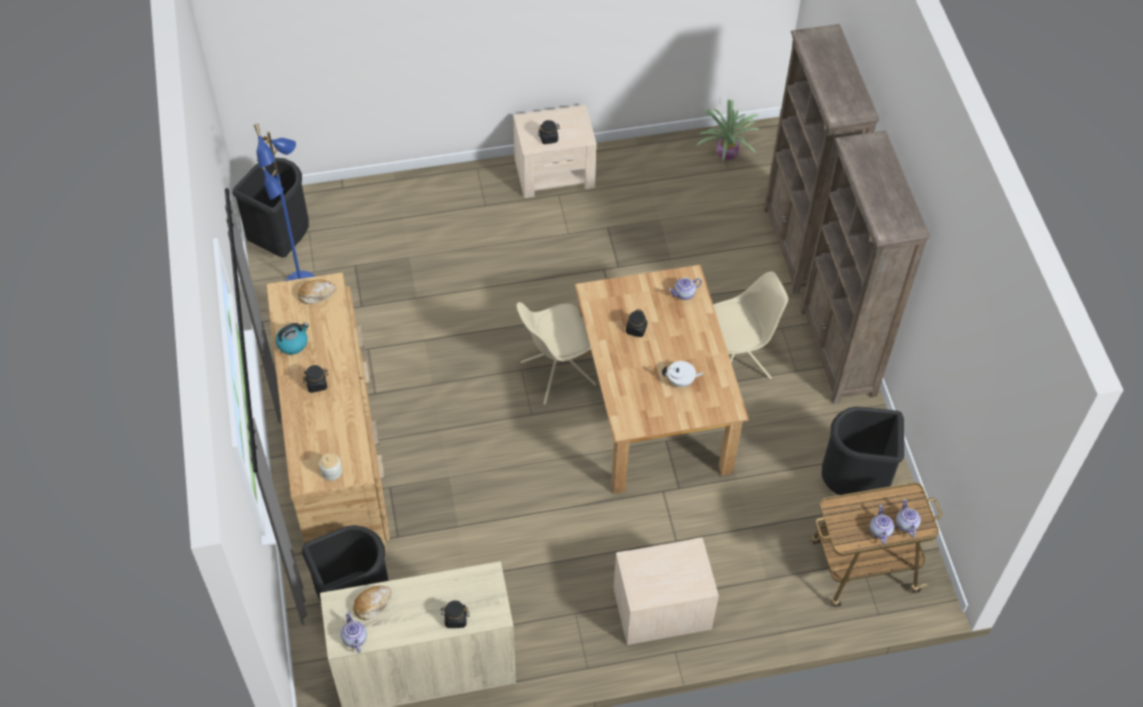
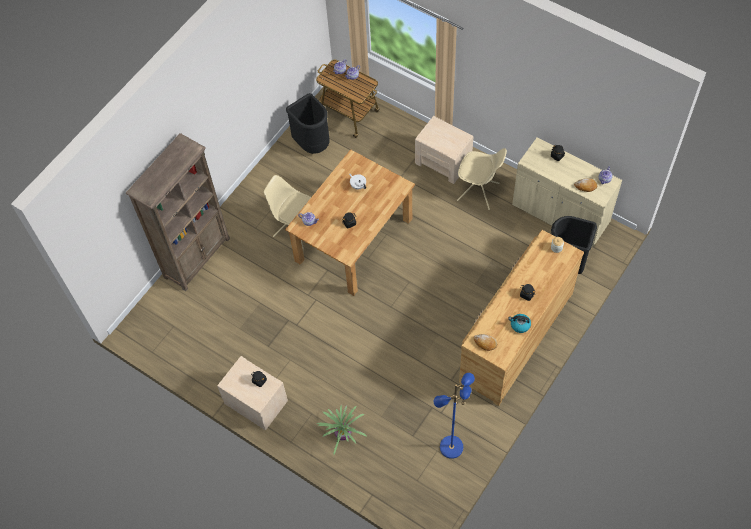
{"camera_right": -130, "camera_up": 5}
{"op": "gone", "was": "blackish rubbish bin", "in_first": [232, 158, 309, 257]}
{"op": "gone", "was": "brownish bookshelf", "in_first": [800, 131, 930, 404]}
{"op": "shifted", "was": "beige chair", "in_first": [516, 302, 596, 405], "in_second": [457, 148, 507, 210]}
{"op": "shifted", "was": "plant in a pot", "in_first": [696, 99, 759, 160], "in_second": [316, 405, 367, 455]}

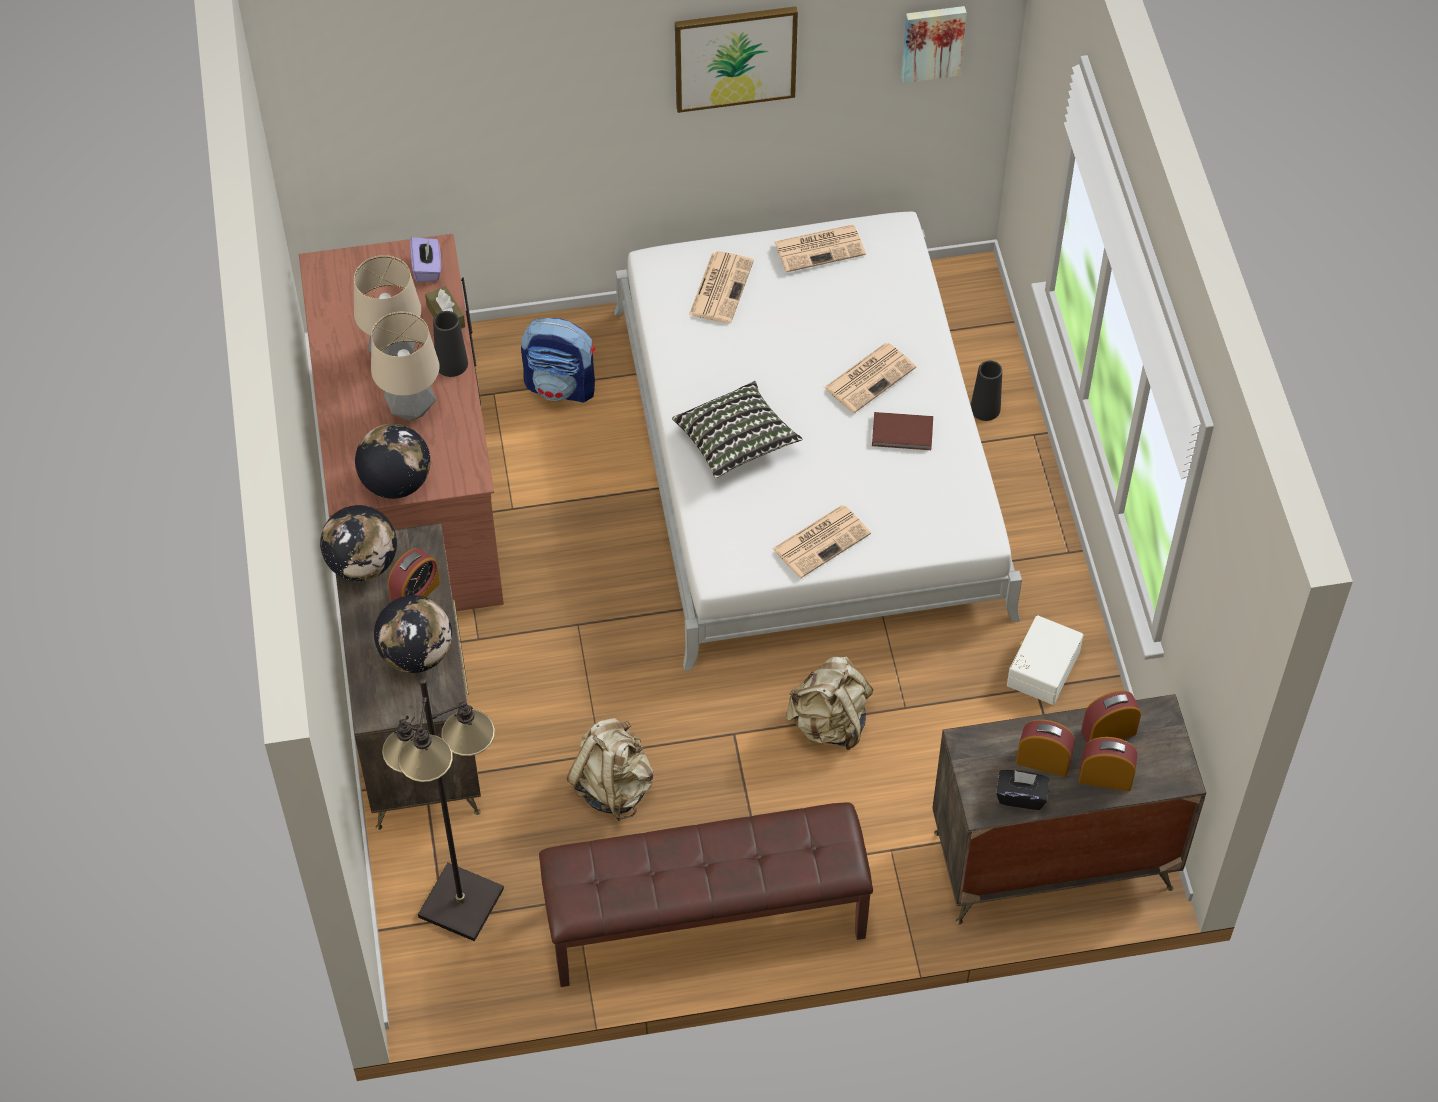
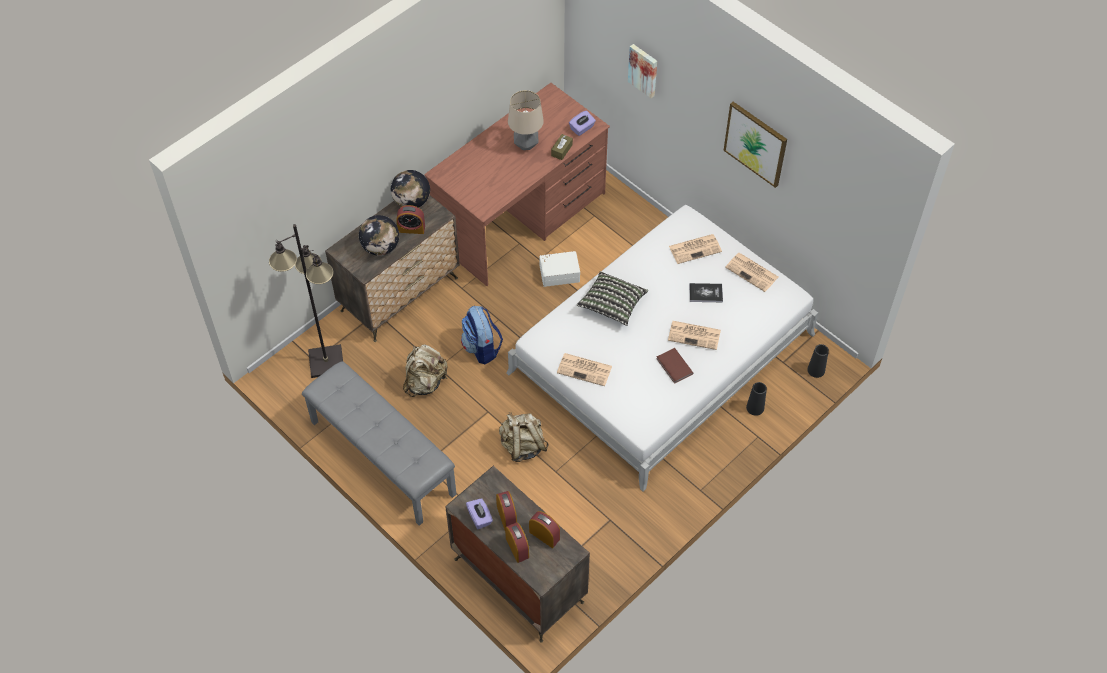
{"camera_right": 55, "camera_up": 0}
{"op": "gone", "was": "desk globe", "in_first": [355, 424, 430, 499]}
{"op": "gone", "was": "lamp for a table", "in_first": [371, 312, 440, 421]}
{"op": "new", "now": "book", "in_second": [689, 283, 723, 302]}
{"op": "shifted", "was": "blackish decorative vase", "in_first": [433, 311, 468, 377], "in_second": [807, 344, 829, 378]}
{"op": "shifted", "was": "knapsack", "in_first": [521, 318, 595, 403], "in_second": [461, 306, 503, 364]}
{"op": "shifted", "was": "wall art", "in_first": [901, 6, 966, 83], "in_second": [628, 44, 657, 98]}
{"op": "shifted", "was": "white storage box", "in_first": [1007, 615, 1083, 705], "in_second": [539, 251, 580, 287]}
{"op": "repainted", "was": "brownish indoor bench", "now": "grey indoor bench", "in_first": [539, 802, 873, 987], "in_second": [302, 361, 456, 526]}
{"op": "repainted", "was": "blackish tissue holder", "now": "purple-coloured tissue holder", "in_first": [996, 770, 1049, 810], "in_second": [466, 498, 493, 529]}

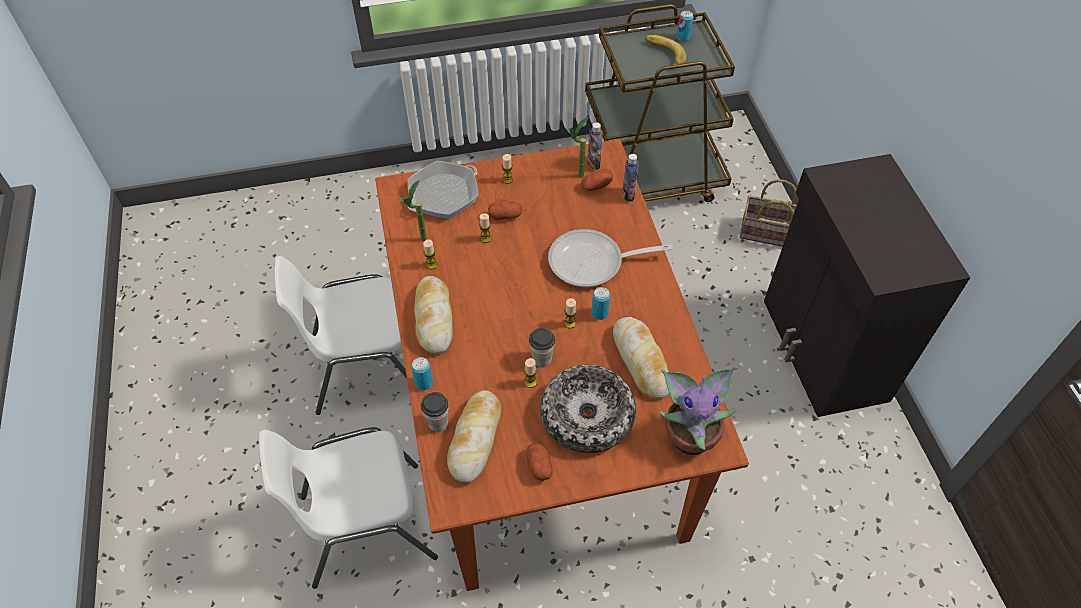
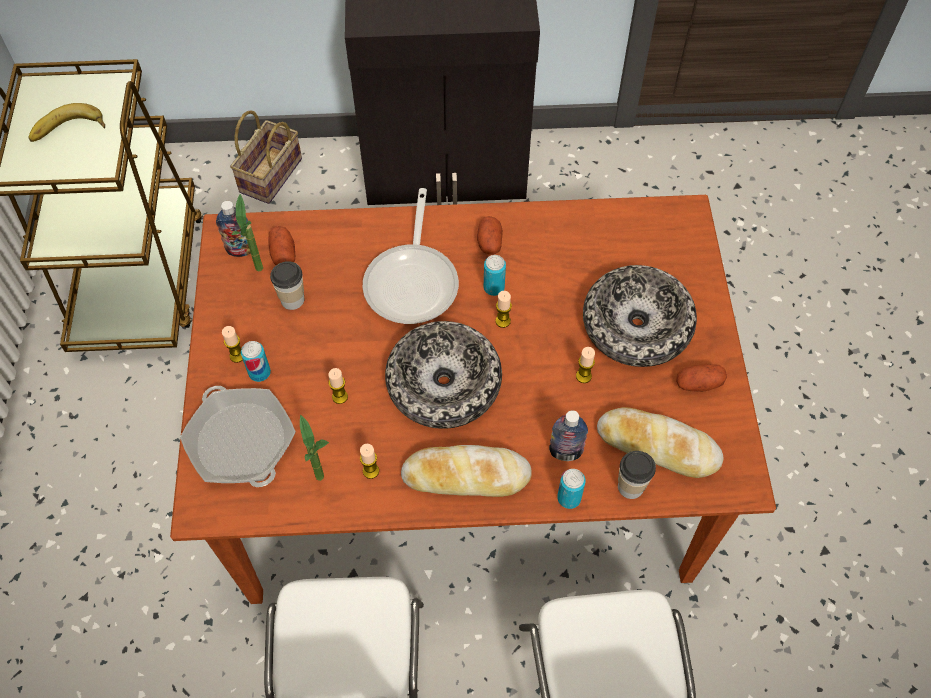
{"camera_right": -80, "camera_up": 5}
{"op": "gone", "was": "bakery bread", "in_first": [613, 317, 669, 398]}
{"op": "gone", "was": "plant in a pot", "in_first": [660, 366, 738, 455]}
{"op": "new", "now": "bowl", "in_second": [385, 321, 502, 429]}
{"op": "shifted", "was": "potato", "in_first": [488, 200, 522, 220], "in_second": [477, 216, 503, 255]}
{"op": "shifted", "was": "cup", "in_first": [529, 328, 555, 367], "in_second": [270, 261, 304, 310]}
{"op": "shifted", "was": "bottle", "in_first": [622, 154, 639, 202], "in_second": [549, 410, 588, 461]}
{"op": "shifted", "was": "sealed can", "in_first": [677, 10, 693, 41], "in_second": [241, 341, 271, 382]}

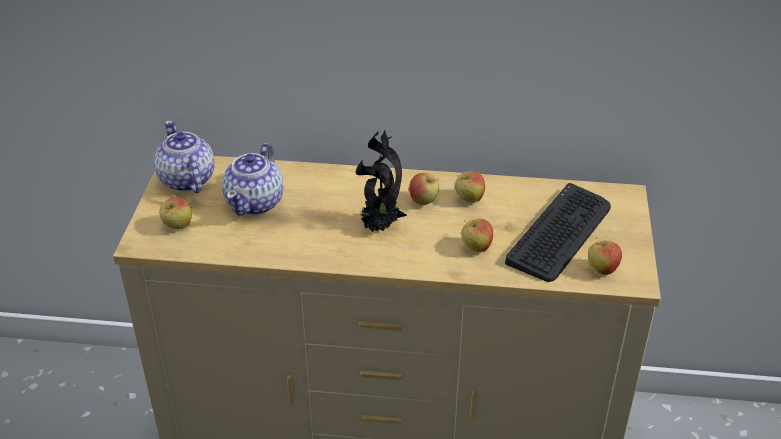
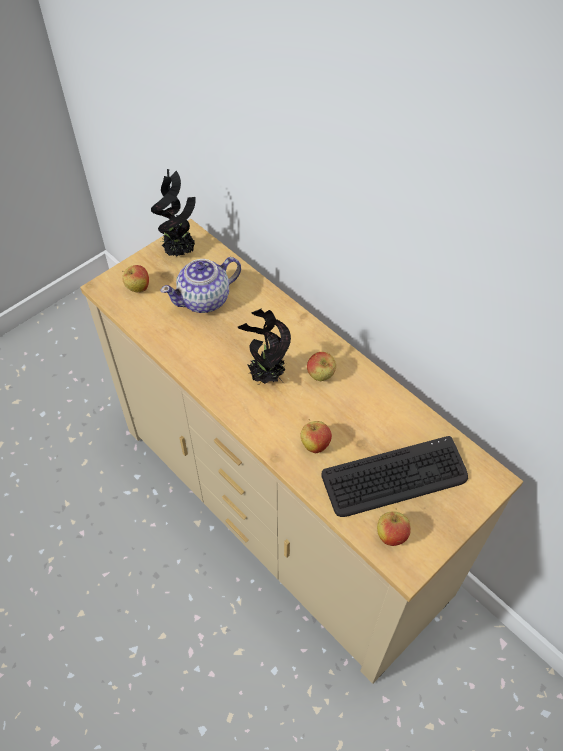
{"camera_right": 40, "camera_up": 15}
{"op": "gone", "was": "apple fruit", "in_first": [455, 171, 485, 203]}
{"op": "swapped", "was": "pot for tea", "now": "plant in a pot", "in_first": [154, 120, 215, 193], "in_second": [151, 169, 196, 256]}

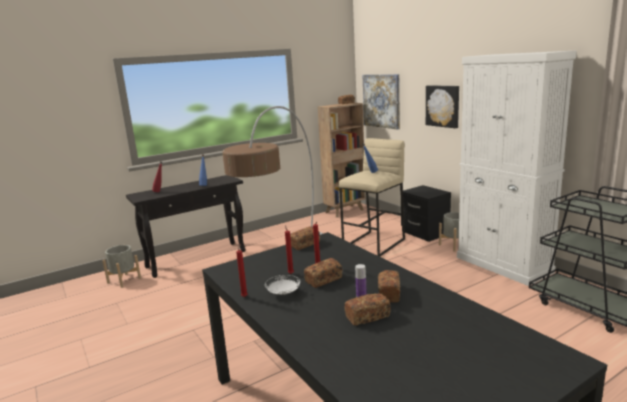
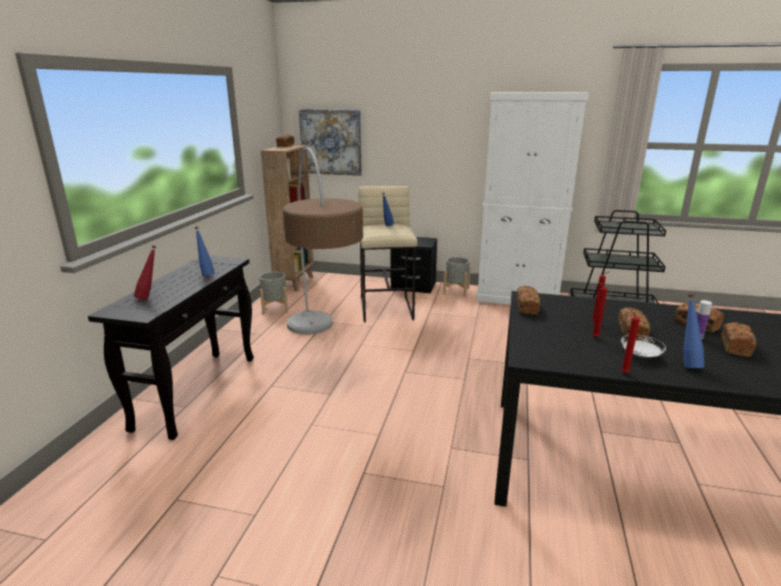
{"camera_right": -45, "camera_up": 5}
{"op": "gone", "was": "wall art", "in_first": [426, 85, 459, 128]}
{"op": "new", "now": "bluish bottle", "in_second": [683, 294, 704, 368]}
{"op": "shifted", "was": "grey plant pot", "in_first": [102, 245, 141, 288], "in_second": [259, 272, 288, 315]}

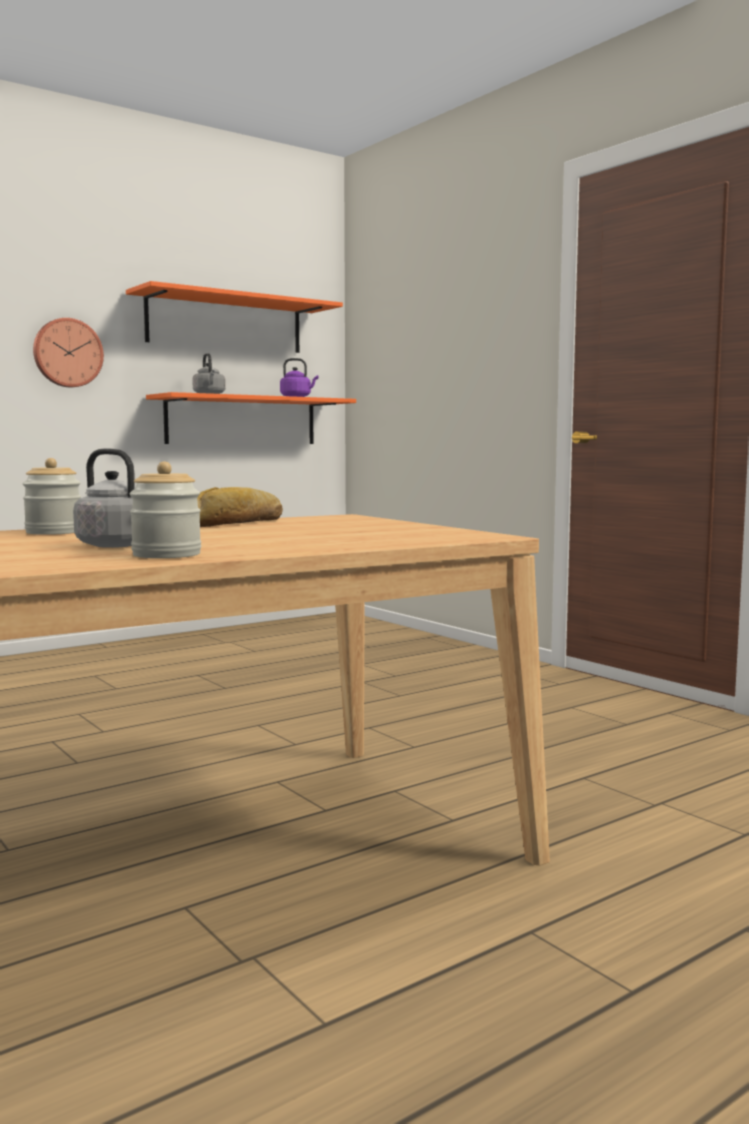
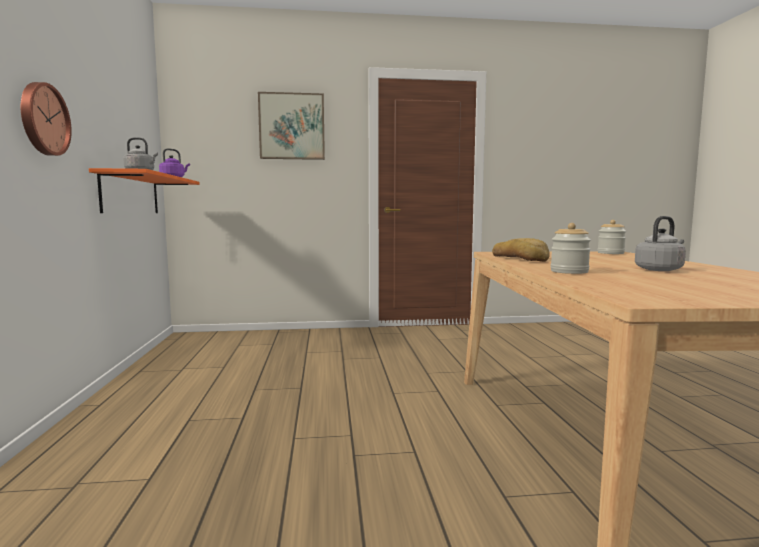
{"camera_right": -60, "camera_up": 0}
{"op": "gone", "was": "orange-coloured wall shelf", "in_first": [126, 281, 343, 353]}
{"op": "new", "now": "wall art", "in_second": [258, 92, 325, 160]}
{"op": "shifted", "was": "jar", "in_first": [129, 462, 201, 558], "in_second": [598, 220, 626, 254]}

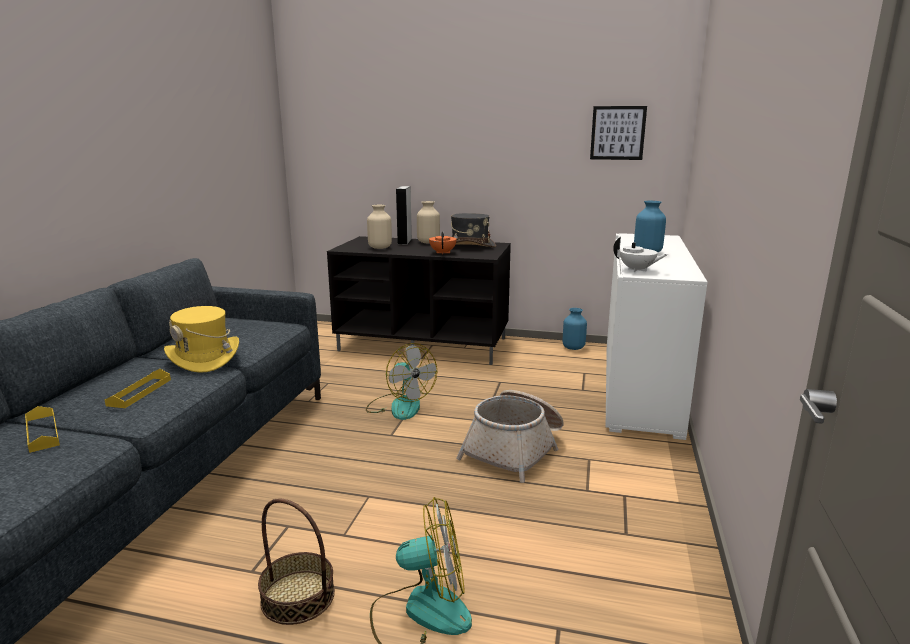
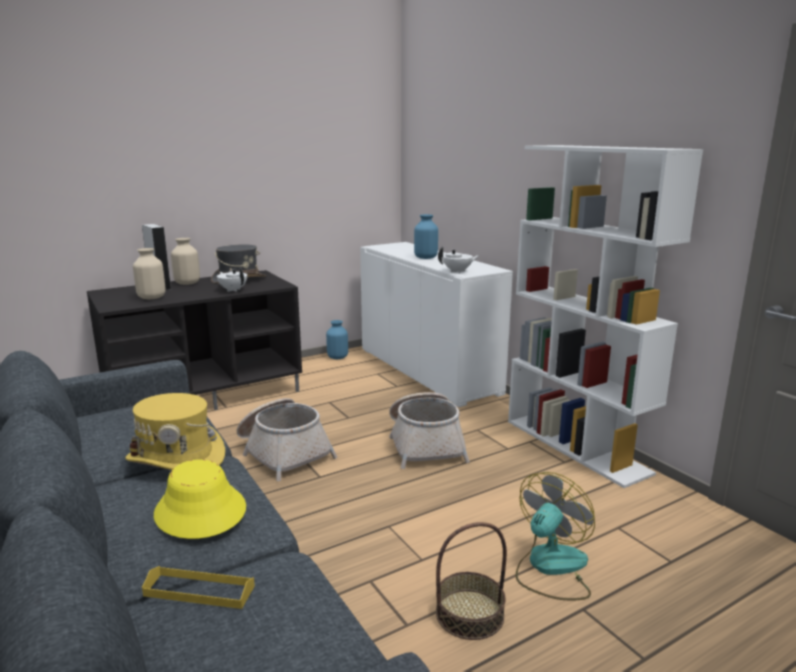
{"camera_right": -45, "camera_up": 0}
{"op": "gone", "was": "wall art", "in_first": [590, 106, 647, 160]}
{"op": "new", "now": "white bookshelf", "in_second": [508, 145, 703, 488]}
{"op": "swapped", "was": "yellow-coloured carrying tray", "now": "yellow-coloured hat", "in_first": [105, 369, 171, 408], "in_second": [154, 459, 246, 539]}
{"op": "swapped", "was": "cooling fan", "now": "household basket", "in_first": [366, 343, 437, 420], "in_second": [237, 398, 337, 481]}
{"op": "repainted", "was": "orange-coloured pot for tea", "now": "white pot for tea", "in_first": [429, 231, 457, 253], "in_second": [217, 267, 247, 292]}

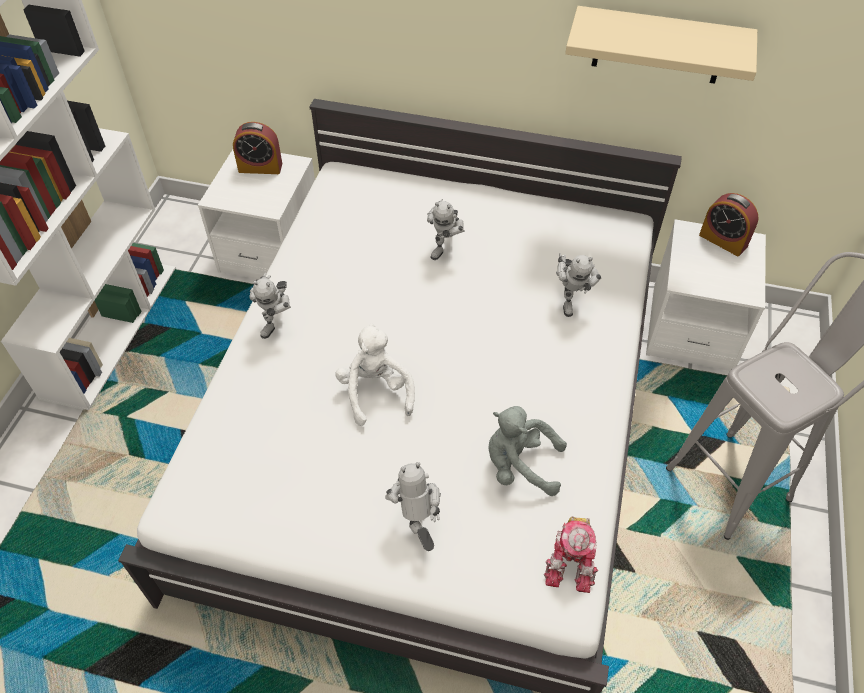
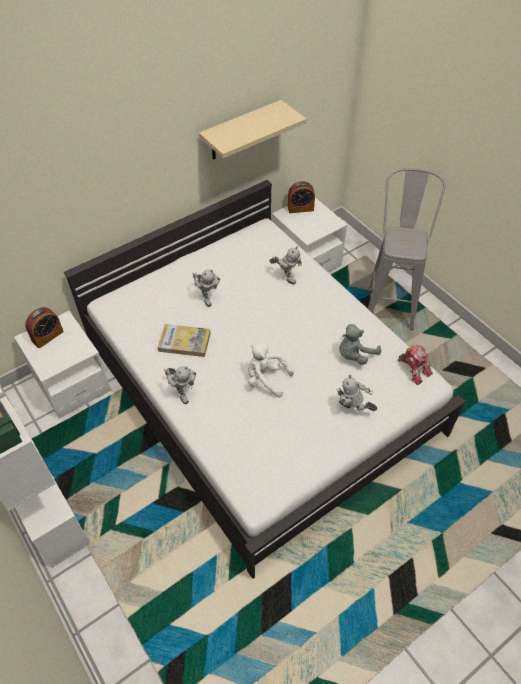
{"camera_right": -50, "camera_up": 0}
{"op": "new", "now": "book", "in_second": [158, 324, 211, 357]}

